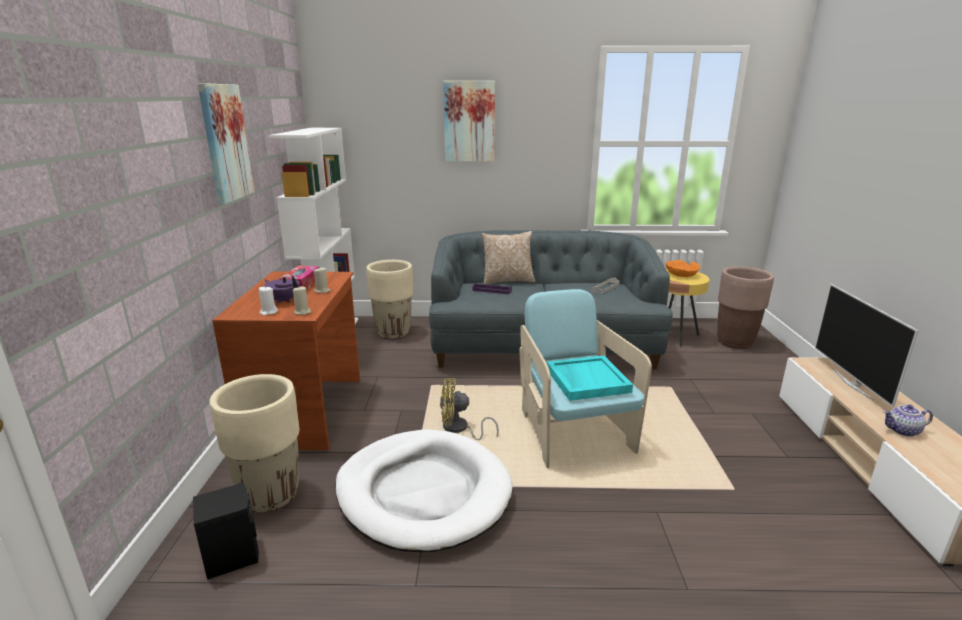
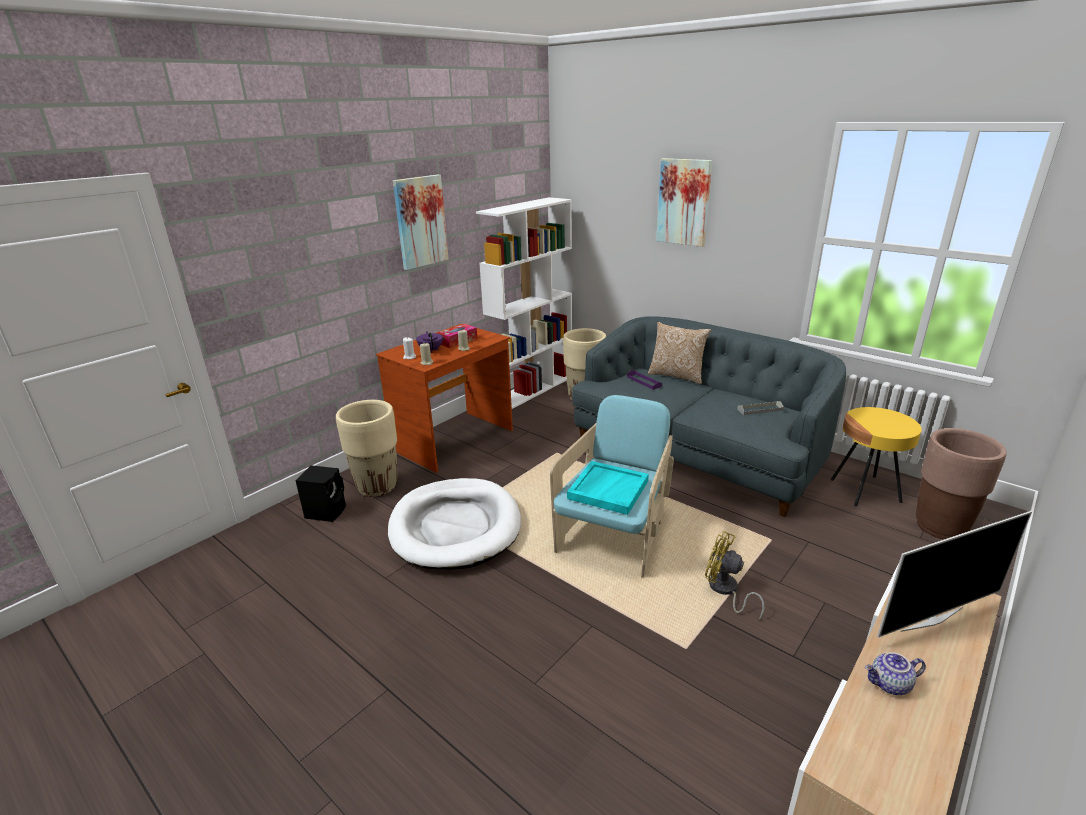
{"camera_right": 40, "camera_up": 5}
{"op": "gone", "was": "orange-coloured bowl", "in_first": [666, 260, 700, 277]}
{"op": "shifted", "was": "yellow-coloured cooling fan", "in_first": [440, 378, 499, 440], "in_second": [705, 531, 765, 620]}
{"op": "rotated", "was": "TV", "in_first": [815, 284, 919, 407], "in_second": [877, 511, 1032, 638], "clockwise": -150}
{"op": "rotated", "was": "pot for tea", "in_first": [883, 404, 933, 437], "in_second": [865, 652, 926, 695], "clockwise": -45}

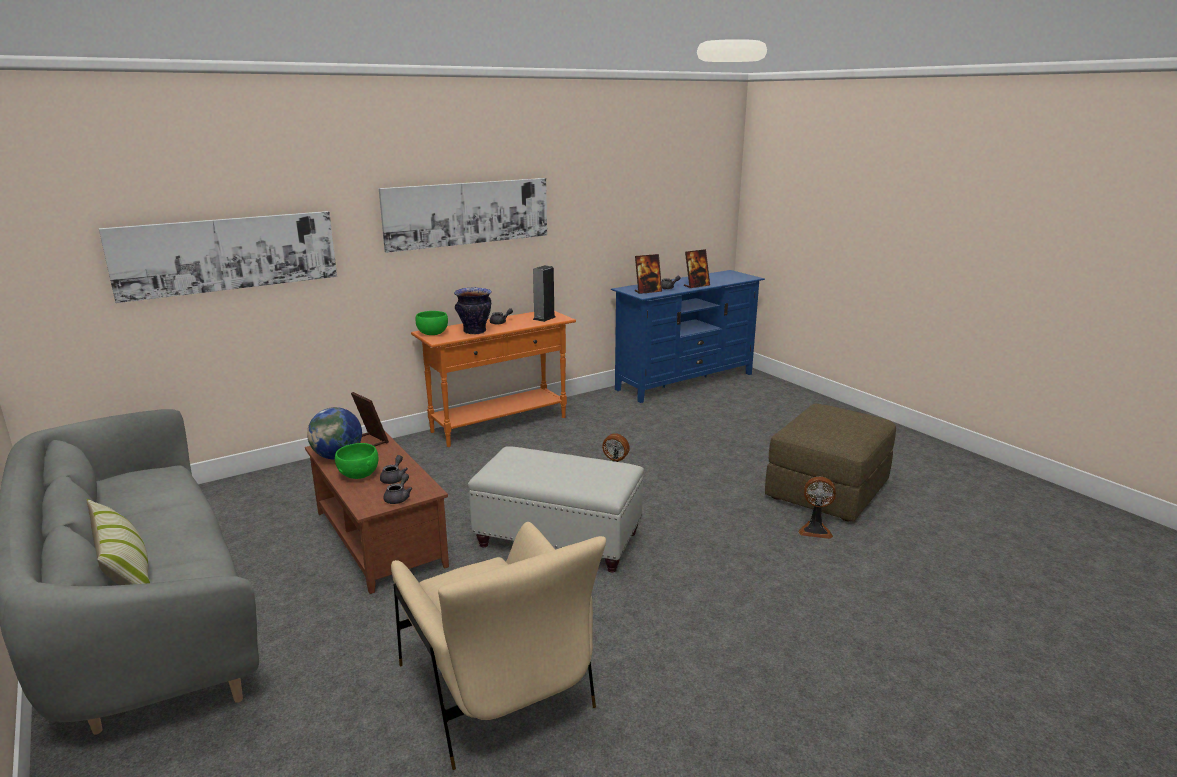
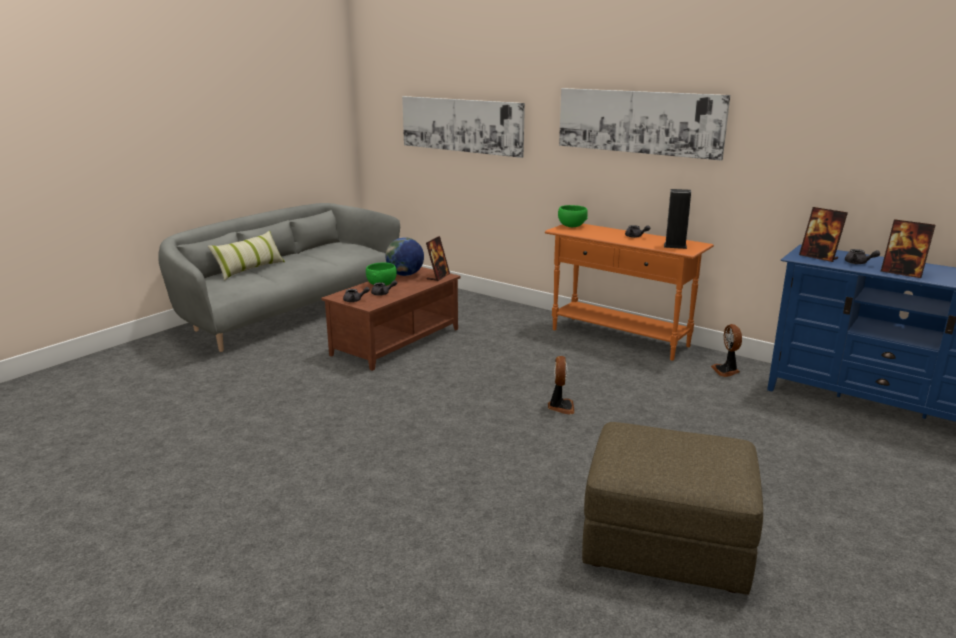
{"camera_right": 70, "camera_up": 0}
{"op": "gone", "was": "beige lounge chair", "in_first": [391, 522, 606, 770]}
{"op": "gone", "was": "decorative vase", "in_first": [454, 287, 492, 334]}
{"op": "gone", "was": "white pouffe", "in_first": [468, 446, 644, 572]}
{"op": "shifted", "was": "cooling fan", "in_first": [798, 477, 836, 539], "in_second": [711, 324, 742, 377]}

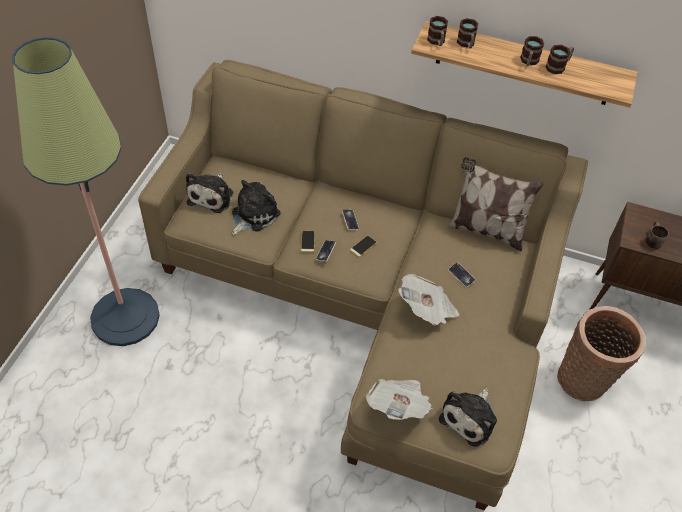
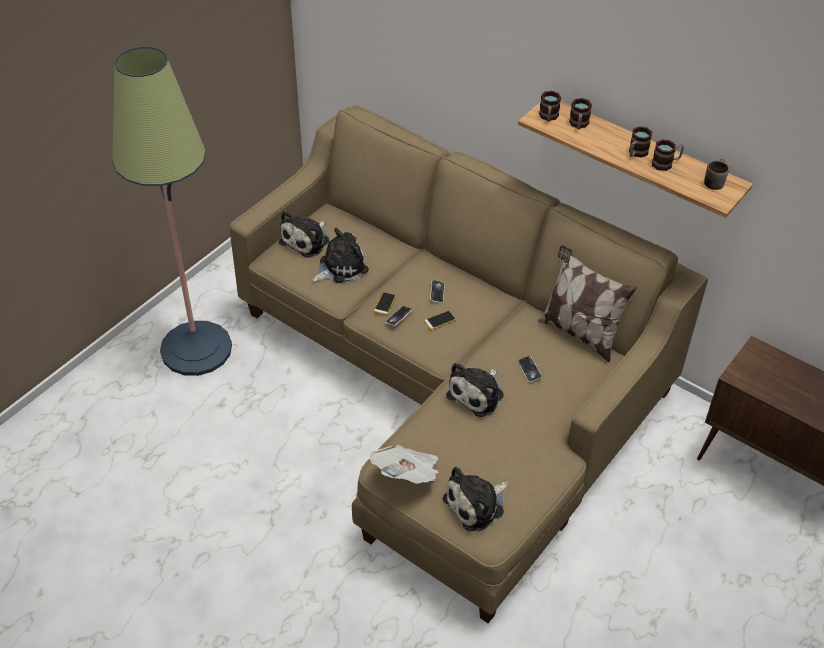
{"camera_right": 20, "camera_up": -5}
{"op": "gone", "was": "household basket", "in_first": [557, 306, 646, 401]}
{"op": "shifted", "was": "brownish mug", "in_first": [646, 221, 669, 249], "in_second": [704, 159, 729, 190]}
{"op": "swapped", "was": "printed paper", "now": "cuddly toy", "in_first": [398, 274, 459, 326], "in_second": [446, 363, 504, 417]}

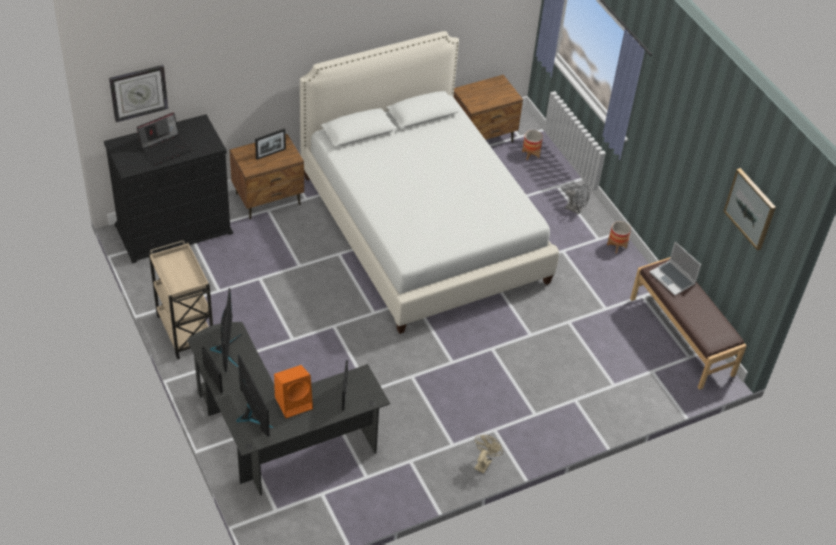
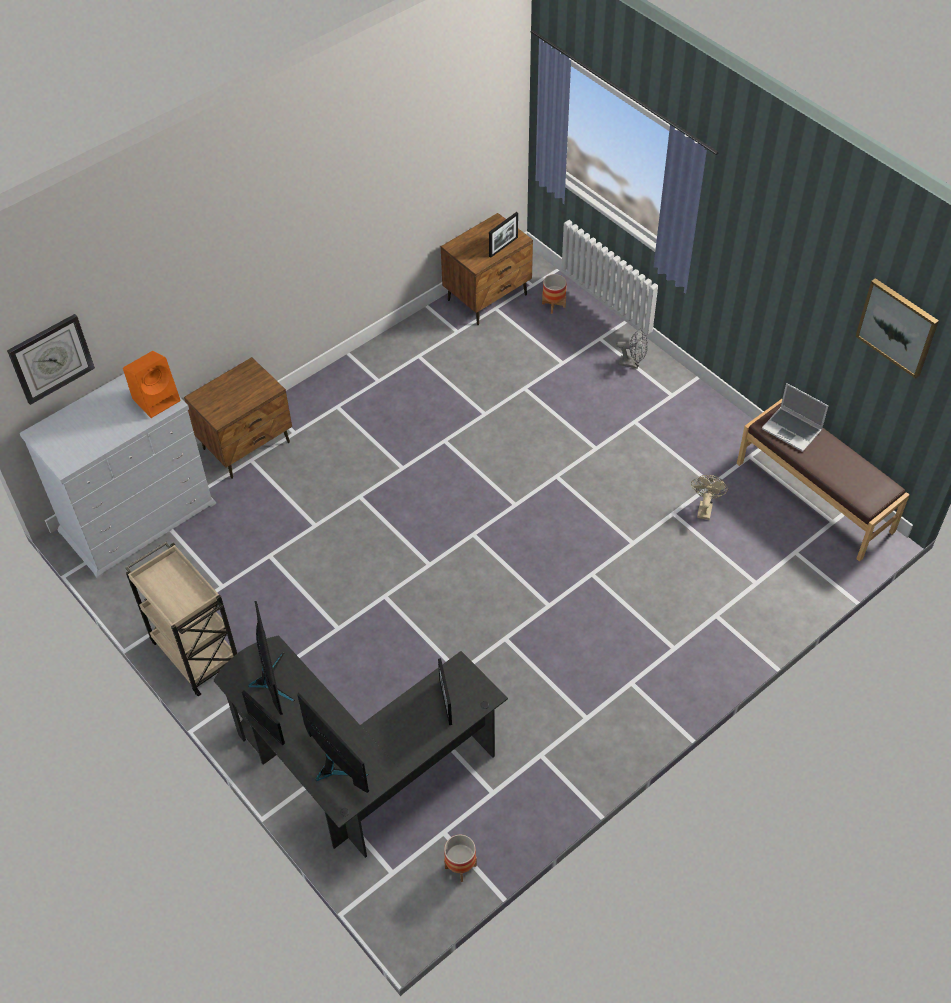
{"camera_right": -10, "camera_up": 5}
{"op": "gone", "was": "notebook computer", "in_first": [137, 112, 192, 165]}
{"op": "gone", "was": "white bed", "in_first": [300, 31, 559, 334]}
{"op": "shifted", "was": "photo frame", "in_first": [255, 128, 286, 160], "in_second": [489, 212, 518, 258]}
{"op": "shifted", "was": "orange-coloured audio speaker", "in_first": [274, 365, 313, 418], "in_second": [123, 351, 181, 418]}
{"op": "shifted", "was": "beige cooling fan", "in_first": [474, 435, 503, 474], "in_second": [691, 475, 728, 520]}
{"op": "shifted", "was": "plant pot", "in_first": [607, 221, 631, 254], "in_second": [444, 835, 477, 882]}
{"op": "repainted", "was": "blackish chest of drawers", "now": "white chest of drawers", "in_first": [104, 114, 233, 264], "in_second": [20, 374, 216, 578]}

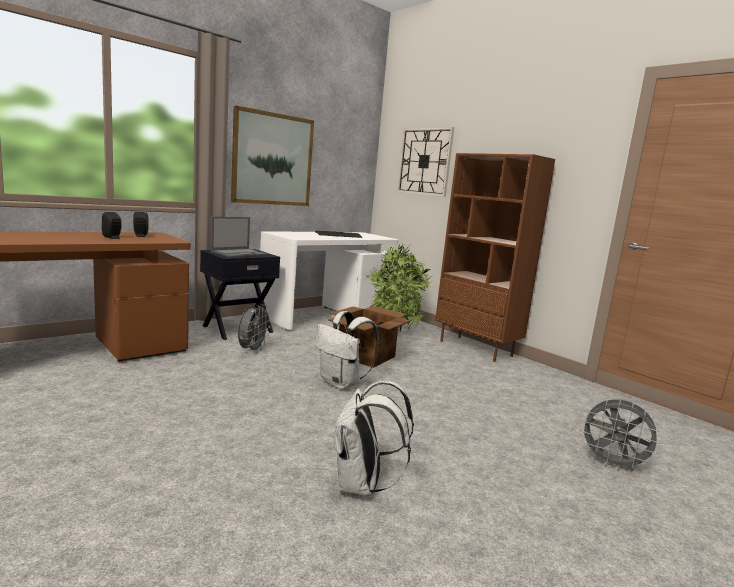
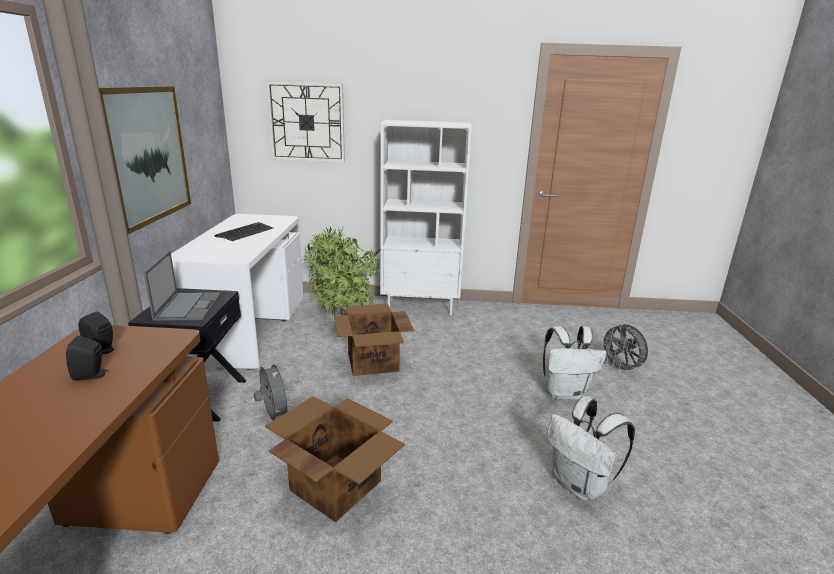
{"camera_right": -45, "camera_up": 10}
{"op": "new", "now": "cardboard box", "in_second": [265, 396, 405, 522]}
{"op": "shifted", "was": "white knapsack", "in_first": [315, 311, 379, 389], "in_second": [543, 326, 607, 400]}
{"op": "repainted", "was": "brownish bookshelf", "now": "white bookshelf", "in_first": [435, 153, 555, 362], "in_second": [380, 120, 472, 315]}
{"op": "rotated", "was": "grey cooling fan", "in_first": [579, 399, 663, 472], "in_second": [600, 323, 648, 374], "clockwise": 75}

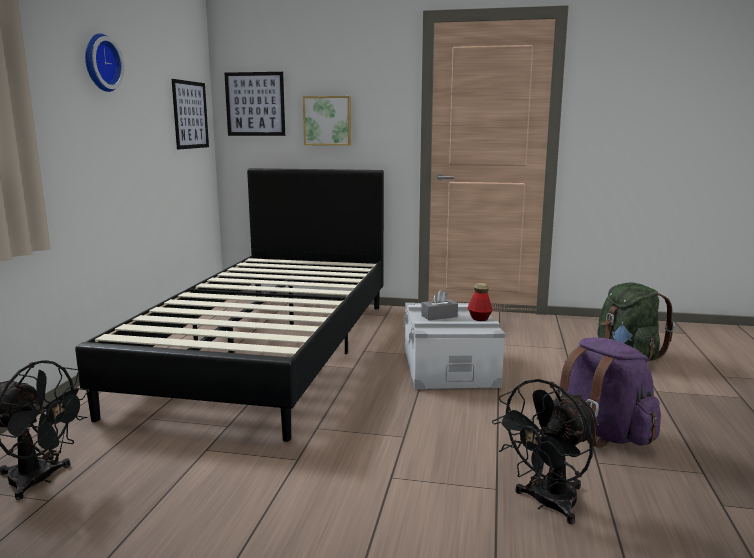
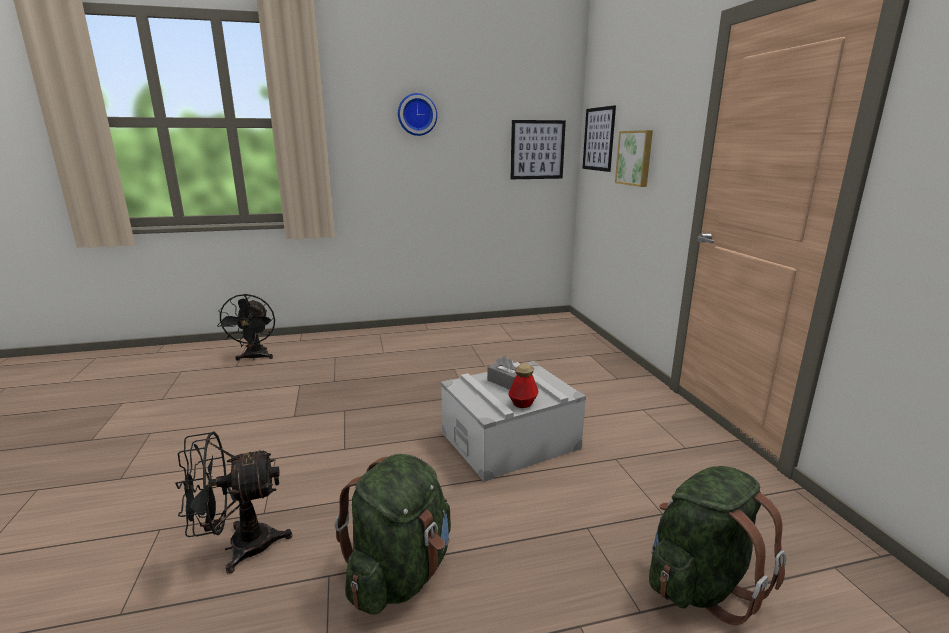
{"camera_right": 65, "camera_up": 5}
{"op": "gone", "was": "blackish bed", "in_first": [75, 168, 384, 442]}
{"op": "repainted", "was": "purple-coloured knapsack", "now": "green-coloured knapsack", "in_first": [555, 337, 661, 448], "in_second": [335, 454, 451, 615]}
{"op": "rotated", "was": "blackish cooling fan", "in_first": [492, 379, 599, 524], "in_second": [175, 431, 292, 574], "clockwise": -45}

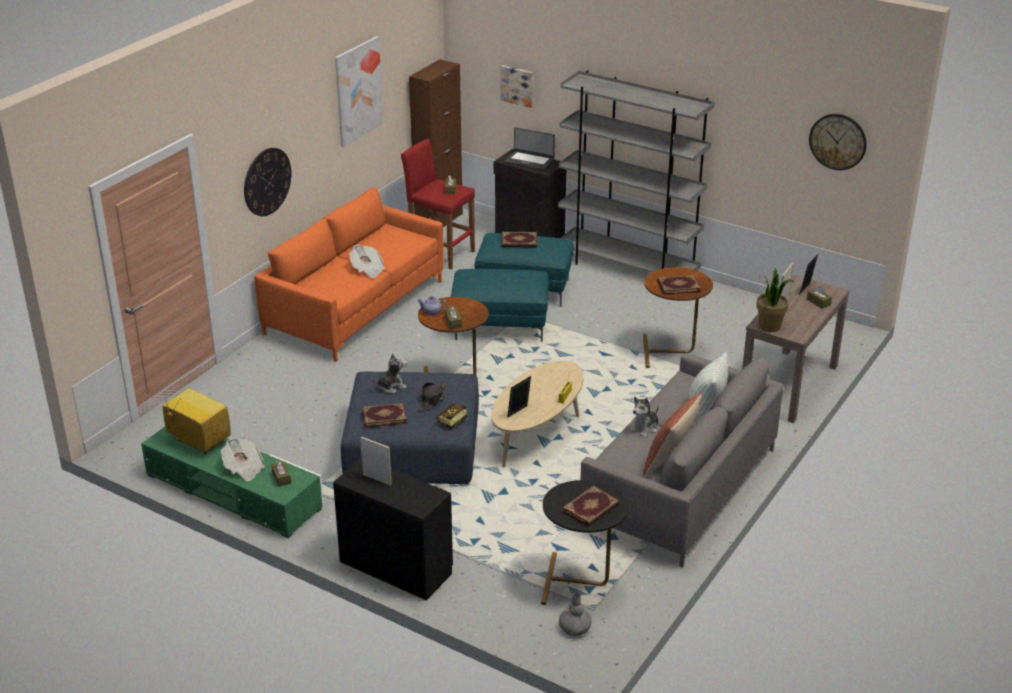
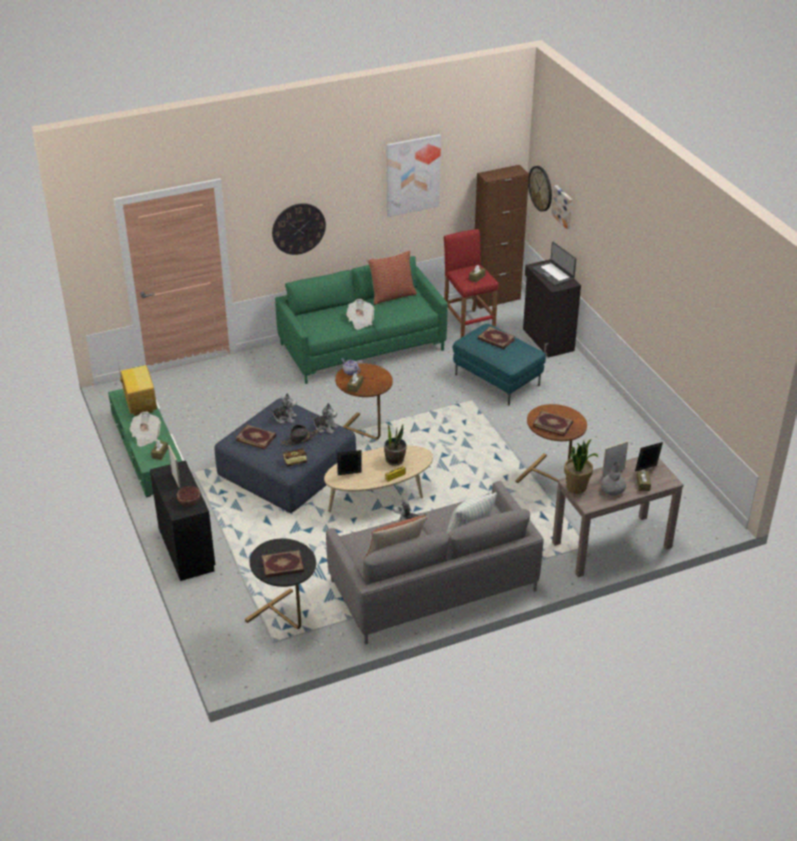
{"camera_right": 35, "camera_up": 5}
{"op": "gone", "was": "turquoise pouffe", "in_first": [451, 269, 549, 342]}
{"op": "gone", "was": "grey bookshelf", "in_first": [558, 70, 715, 273]}
{"op": "new", "now": "bowl", "in_second": [177, 486, 200, 506]}
{"op": "new", "now": "cuddly toy", "in_second": [311, 403, 338, 434]}
{"op": "new", "now": "throw pillow", "in_second": [367, 250, 417, 305]}
{"op": "new", "now": "plant in a pot", "in_second": [384, 424, 407, 466]}
{"op": "shifted", "was": "grey decorative vase", "in_first": [559, 592, 591, 636], "in_second": [601, 462, 626, 496]}
{"op": "shifted", "was": "hanging clock", "in_first": [809, 114, 867, 170], "in_second": [528, 166, 552, 212]}
{"op": "repainted", "was": "orange-coloured couch", "now": "green-coloured couch", "in_first": [254, 187, 444, 362], "in_second": [275, 256, 448, 384]}

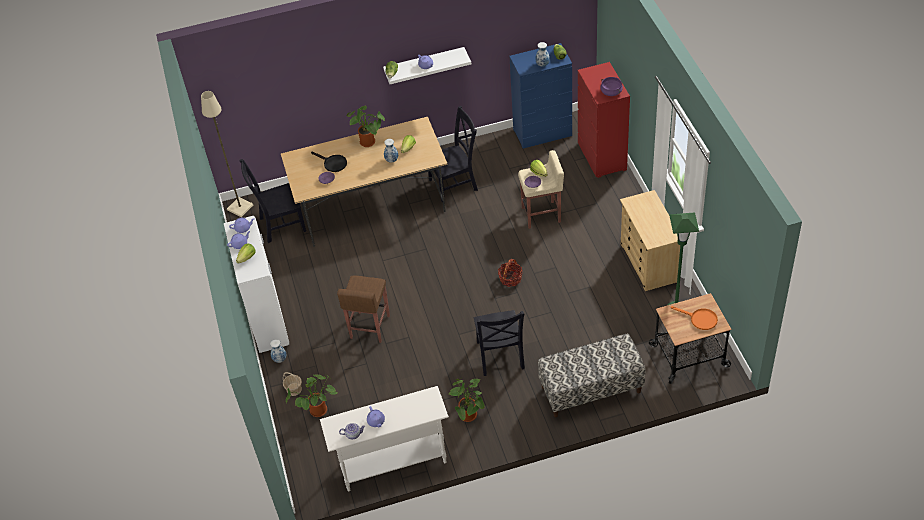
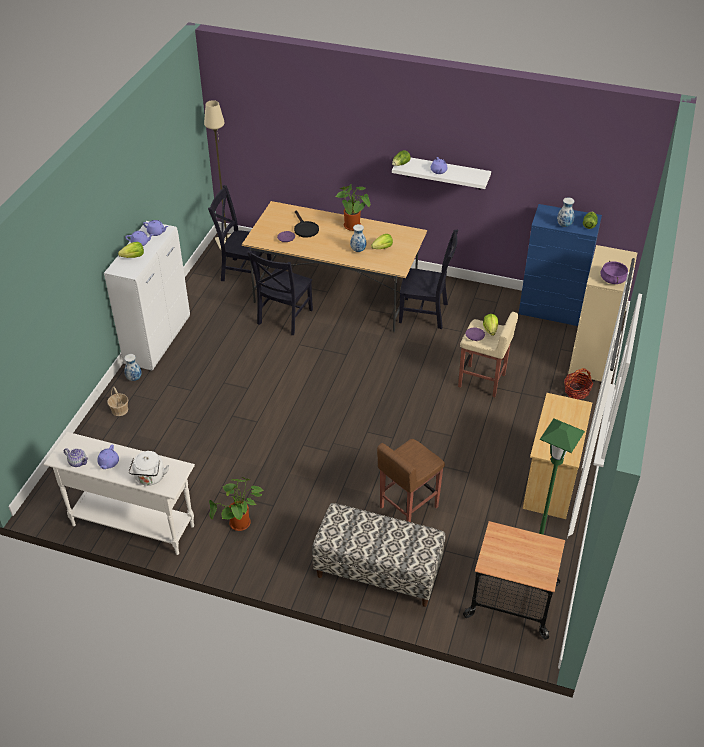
{"camera_right": 30, "camera_up": -5}
{"op": "gone", "was": "plant in a pot", "in_first": [286, 375, 337, 417]}
{"op": "gone", "was": "orange-coloured frying pan", "in_first": [671, 306, 718, 330]}
{"op": "new", "now": "white tea kettle", "in_second": [129, 451, 169, 486]}
{"op": "shifted", "was": "brownish stool seat", "in_first": [337, 276, 390, 343], "in_second": [377, 439, 445, 522]}
{"op": "shifted", "was": "blackish chair", "in_first": [474, 310, 525, 376], "in_second": [247, 250, 313, 335]}
{"op": "shifted", "was": "household basket", "in_first": [498, 259, 523, 287], "in_second": [564, 368, 593, 399]}
{"op": "repainted", "was": "red chest of drawers", "now": "beige chest of drawers", "in_first": [578, 62, 630, 178], "in_second": [568, 245, 637, 382]}

